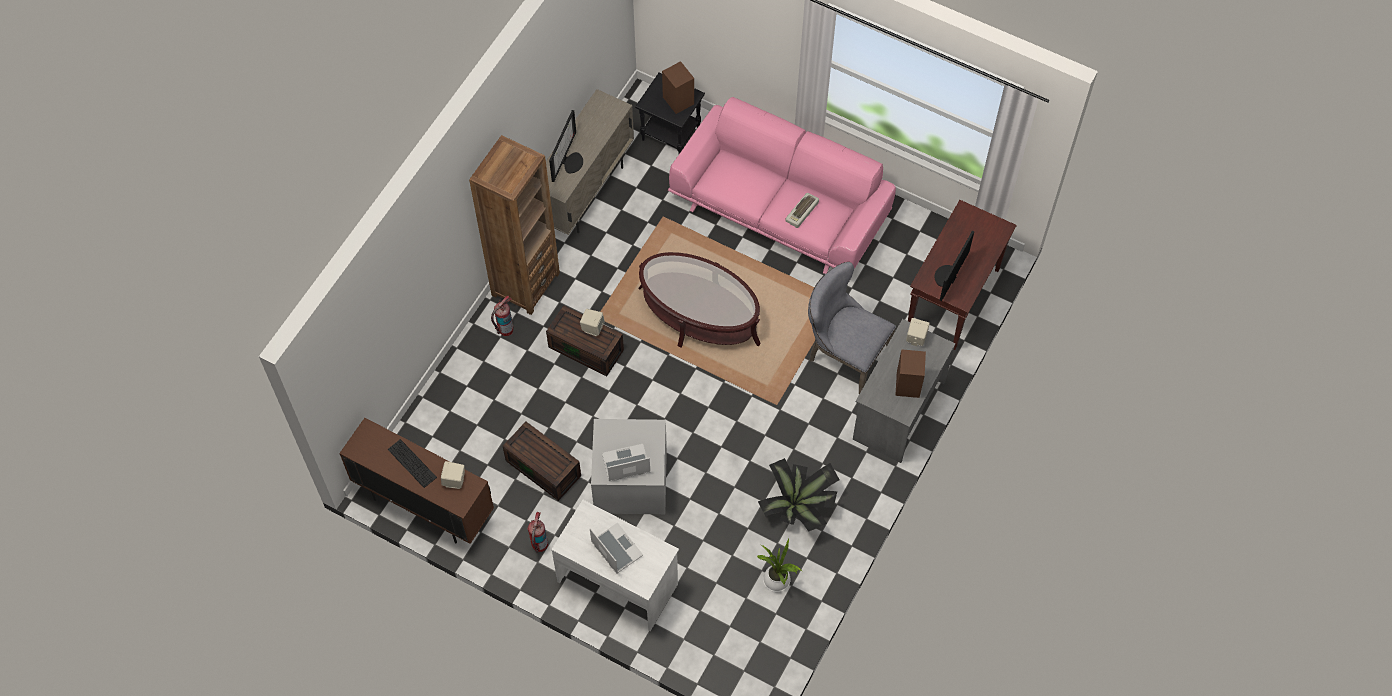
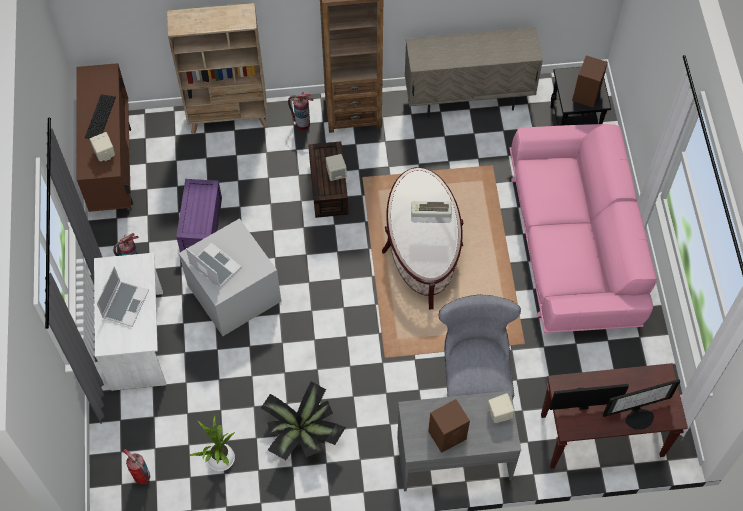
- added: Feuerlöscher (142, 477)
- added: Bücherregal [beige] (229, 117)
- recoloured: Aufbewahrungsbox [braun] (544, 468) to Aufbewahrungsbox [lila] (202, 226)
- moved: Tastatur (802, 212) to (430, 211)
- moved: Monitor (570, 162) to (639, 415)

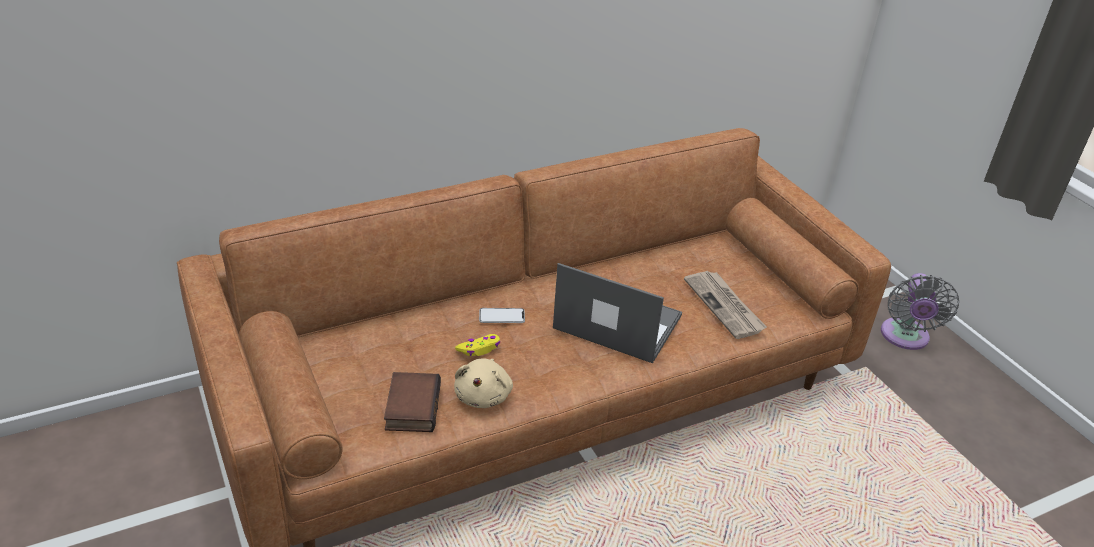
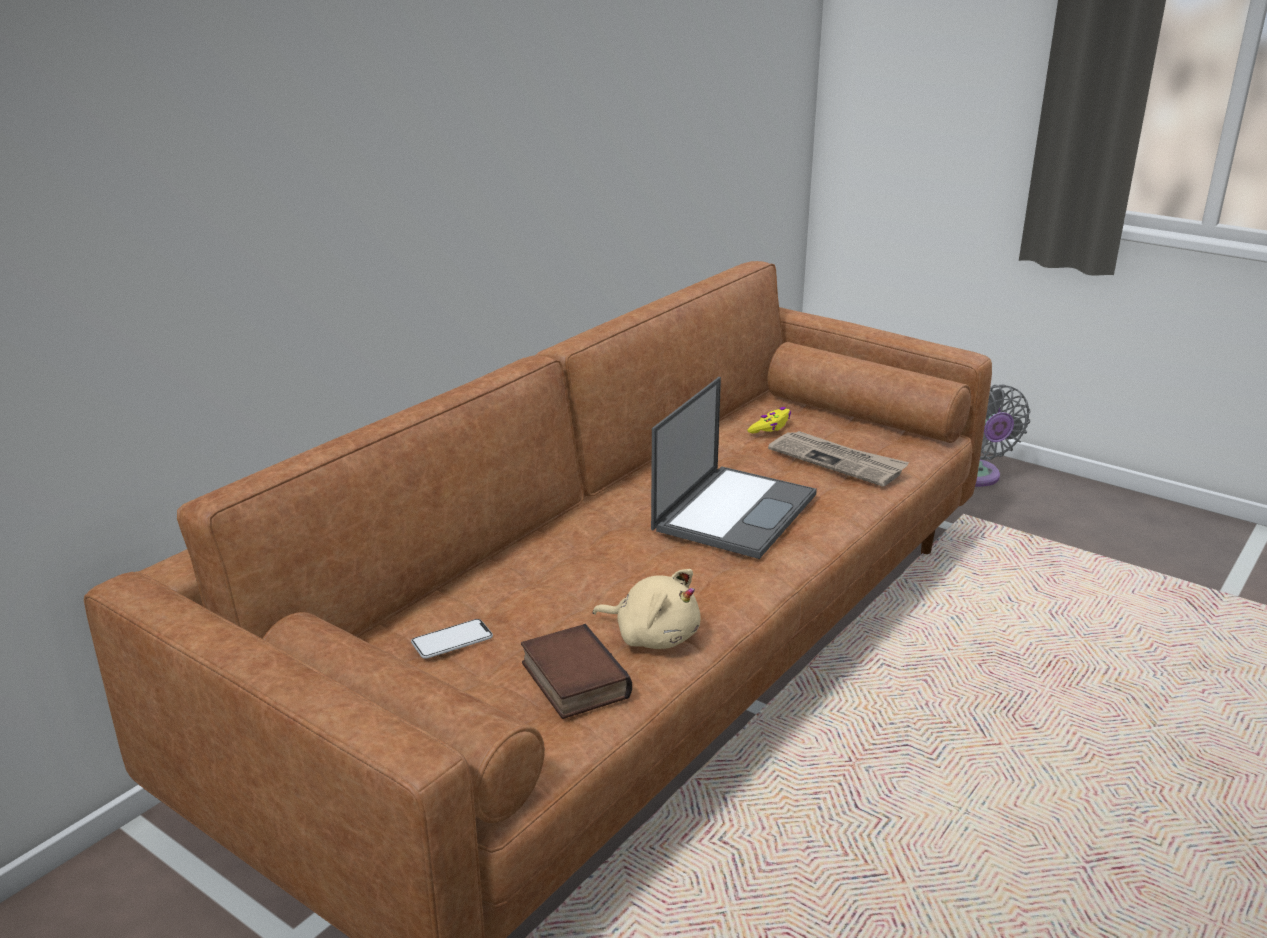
- moved: Handy (501, 316) to (452, 640)
- turned: Plüschtier [beige] (484, 395) = (653, 636) 45 degrees counterclockwise
- turned: Laptop (615, 322) = (735, 511) 120 degrees clockwise
- moved: Gamepad [gelb] (479, 349) to (770, 427)

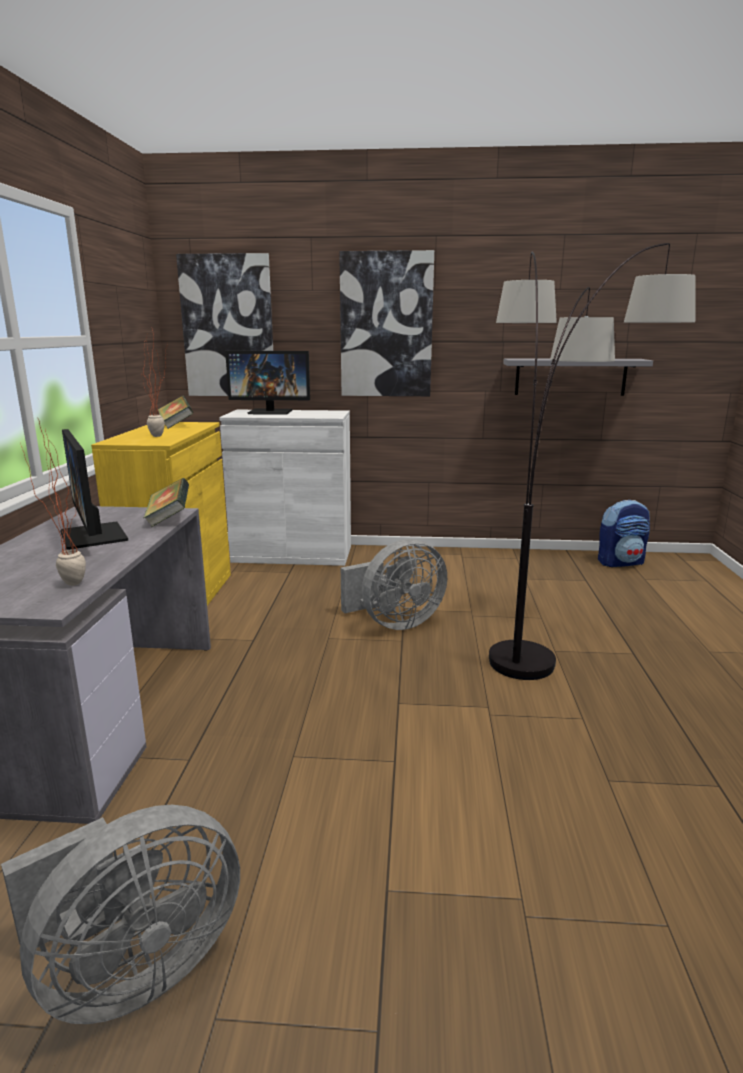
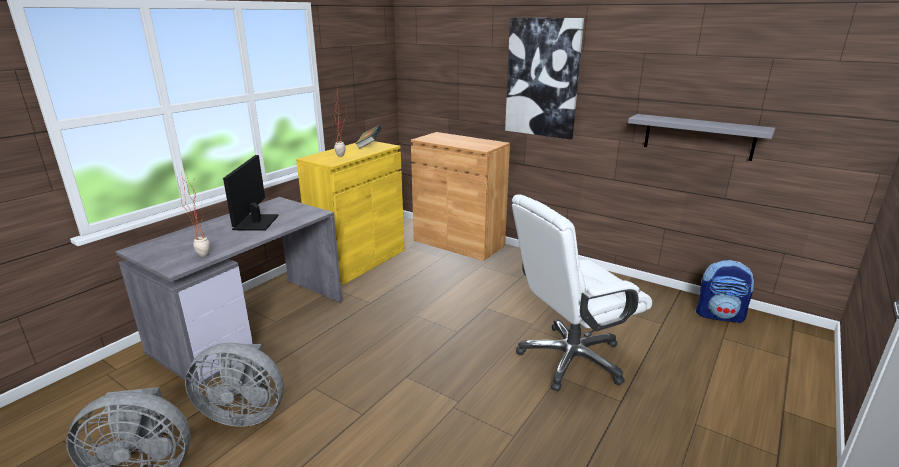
- moved: Ventilator [grau] (395, 623) to (244, 413)
- recoloured: Schrank [weiß] (292, 554) to Schrank [braun] (458, 243)
- replaced: Stehlampe (546, 632) to Bürostuhl [weiß] (570, 359)
- removed: Buch (169, 519)
- removed: Bild (228, 327)
- removed: Monitor (271, 412)

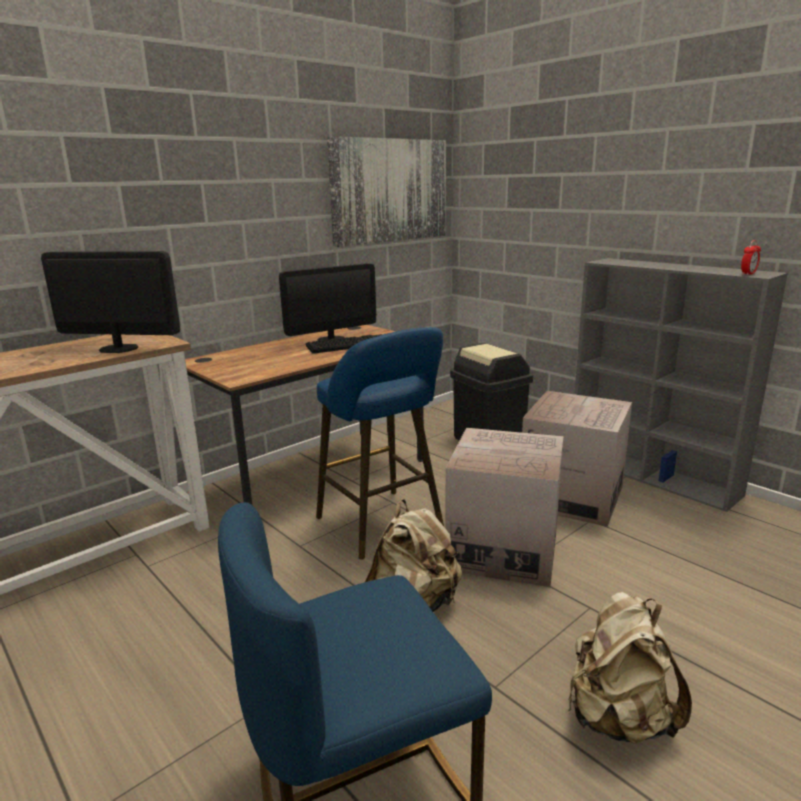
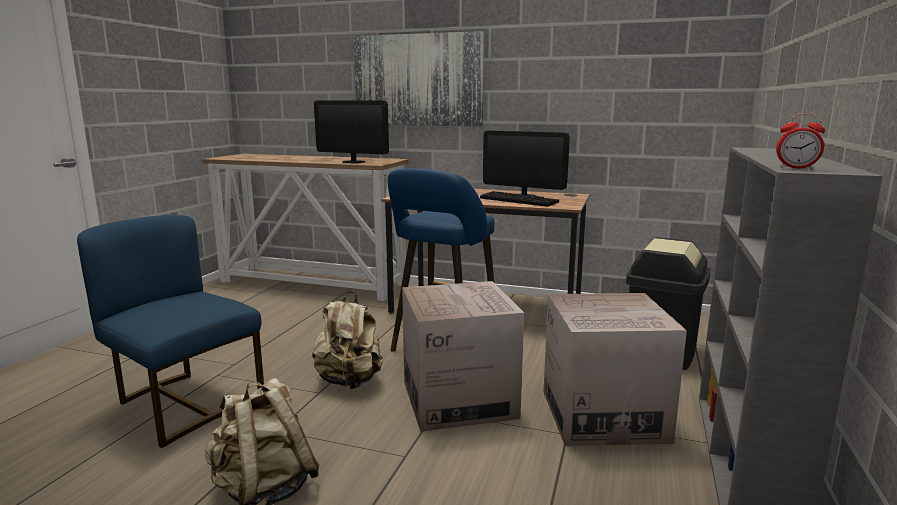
- turned: Monitor (118, 348) = (353, 162) 135 degrees clockwise
- moved: Bild (390, 191) to (418, 80)

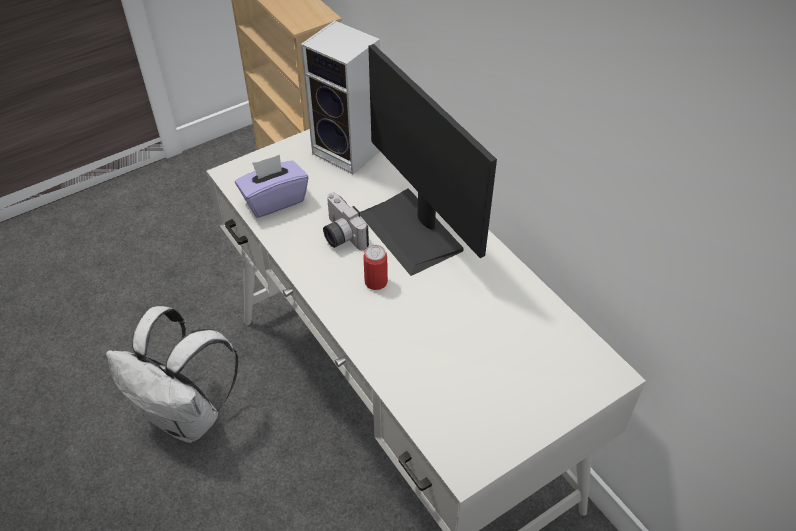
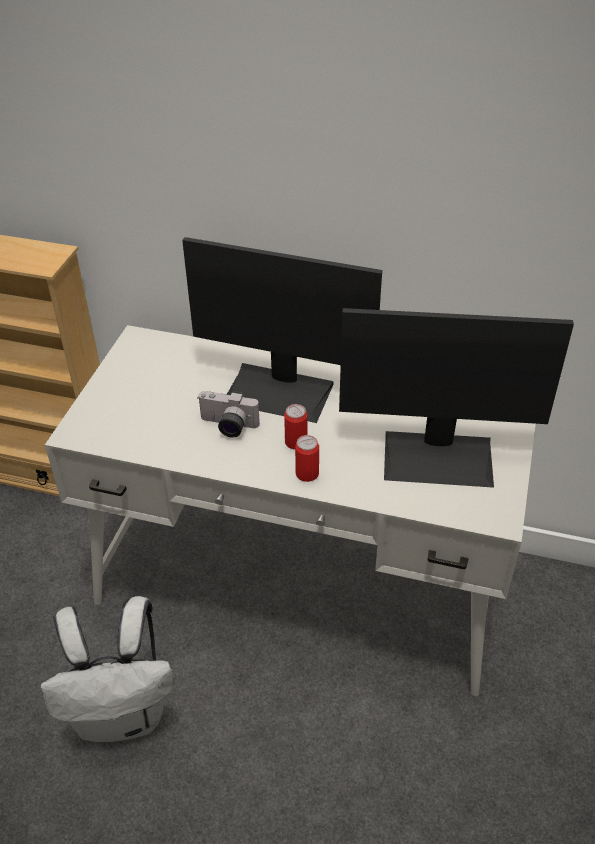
- added: Dose (307, 474)
- added: Monitor (438, 457)
- removed: Taschentuchbox [lila] (274, 200)
- removed: Lautsprecher (350, 151)

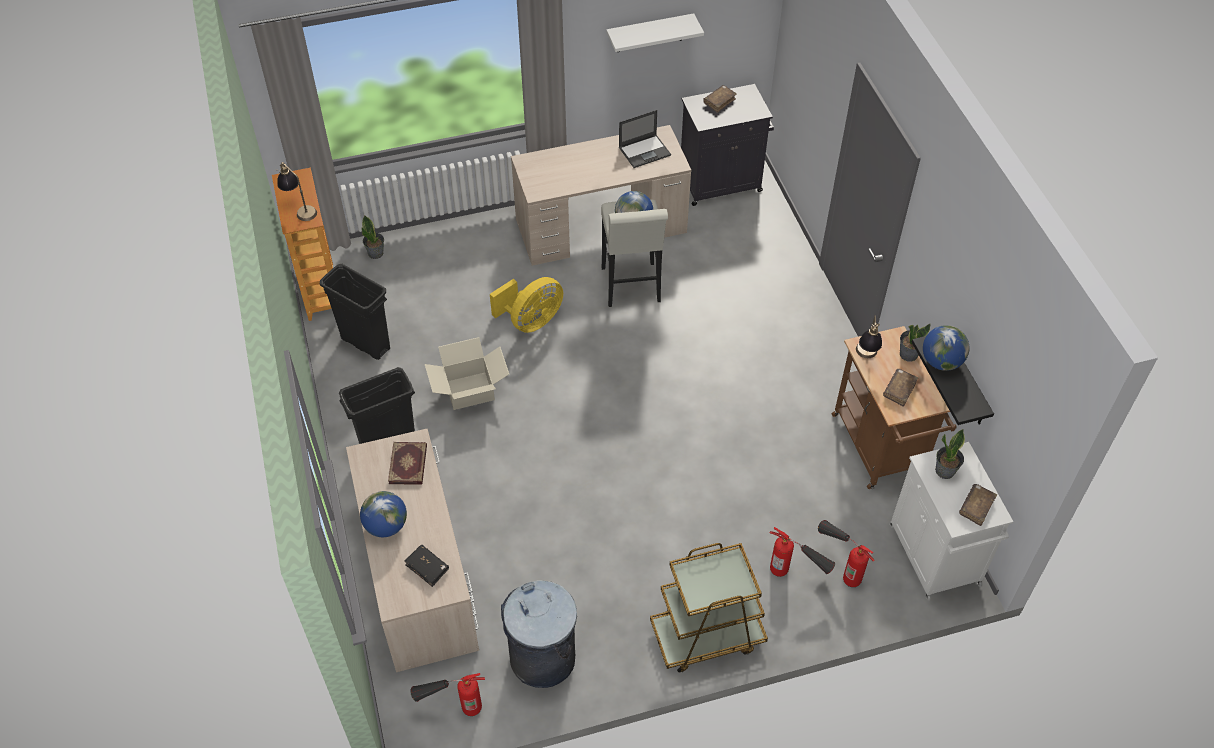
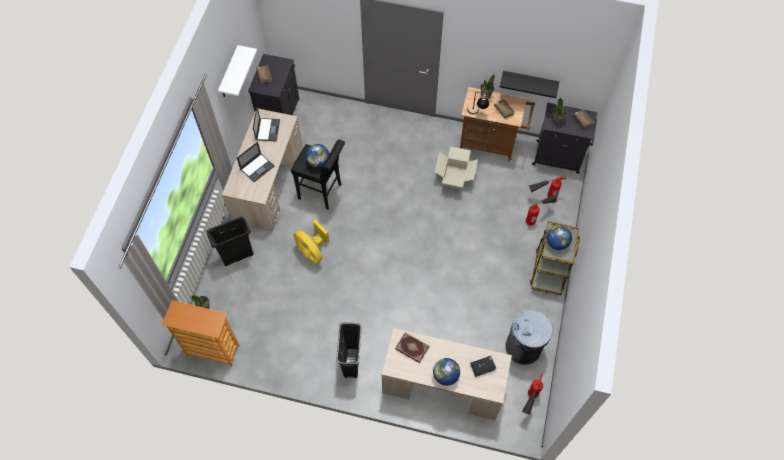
- moved: Mülleimer [schwarz] (366, 343) to (237, 255)
- added: Laptop (257, 167)
- recoloured: Hocker [weiß] (631, 288) to Hocker [schwarz] (323, 192)
- turned: Ventilator [gelb] (531, 321) = (312, 251) 150 degrees clockwise
- moved: Karton (469, 390) to (454, 177)
- recoloured: Schrank [weiß] (935, 557) to Schrank [schwarz] (558, 157)
- moved: Globus (941, 362) to (556, 243)
- removed: Tischlampe (300, 210)

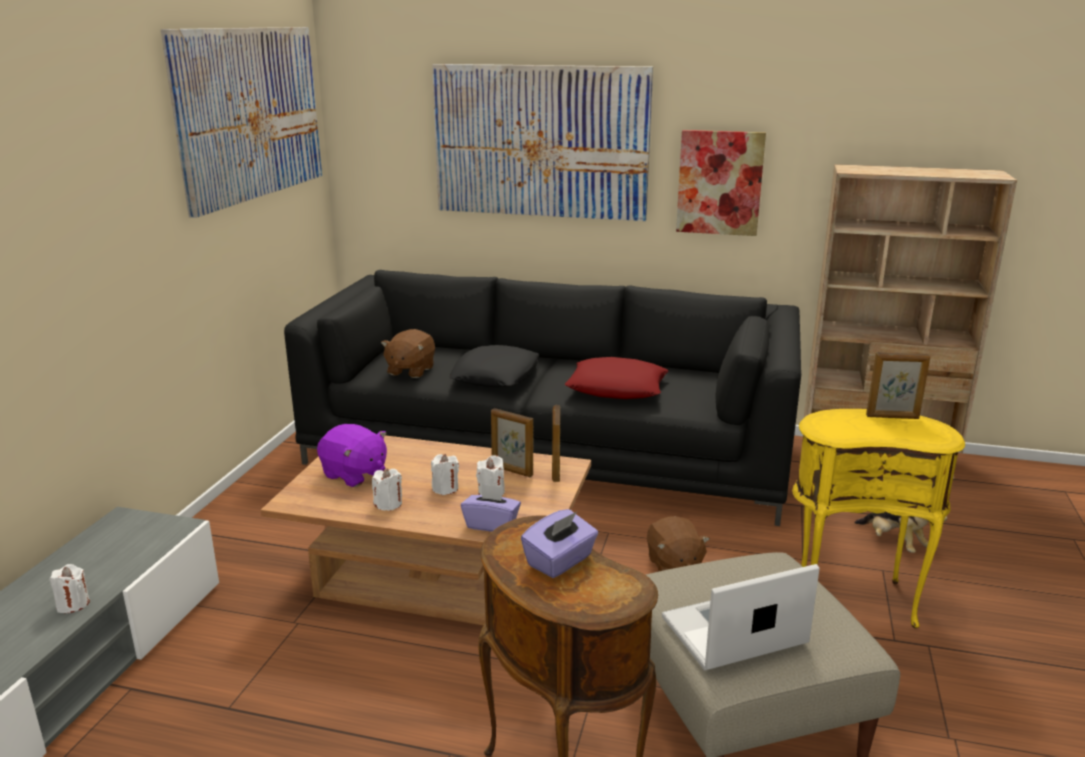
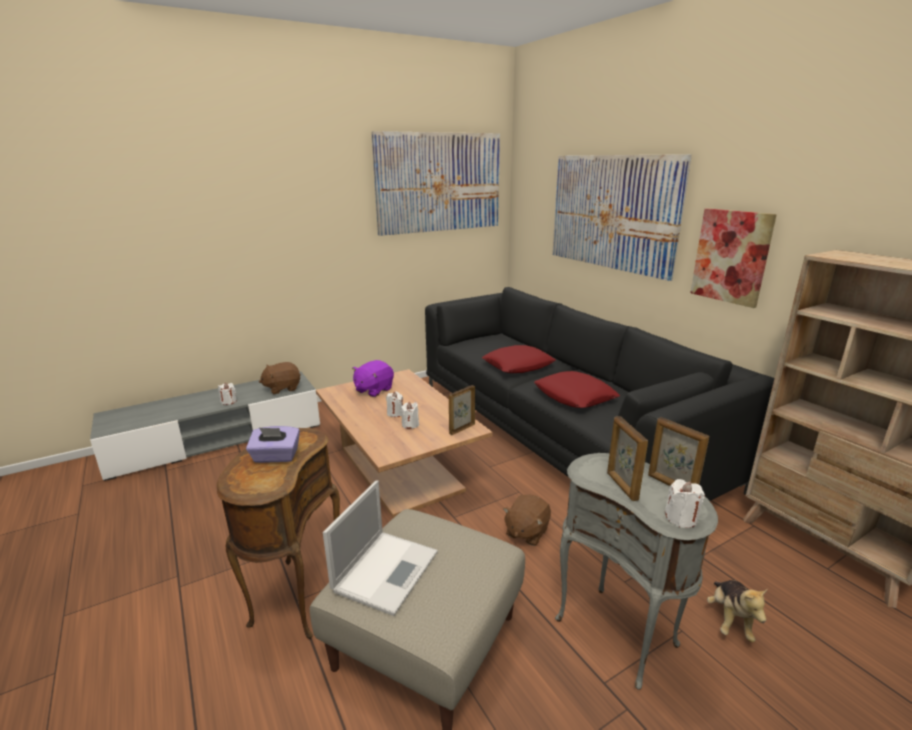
- moved: Plüschtier [braun] (410, 370) to (282, 388)
- turned: Laptop (731, 632) = (386, 569) 90 degrees clockwise
- turned: Plüschtier [lila] (354, 474) = (373, 390) 45 degrees clockwise
- recoloured: Kissen [schwarz] (496, 376) to Kissen [rot] (518, 365)
- recoloured: Beistelltisch [gelb] (852, 598) to Beistelltisch [grau] (619, 631)
- moved: Bilderrahmen (511, 471) to (621, 486)
- moved: Kerze [weiß] (388, 504) to (681, 518)
- removed: Taschentuchbox [lila] (491, 524)

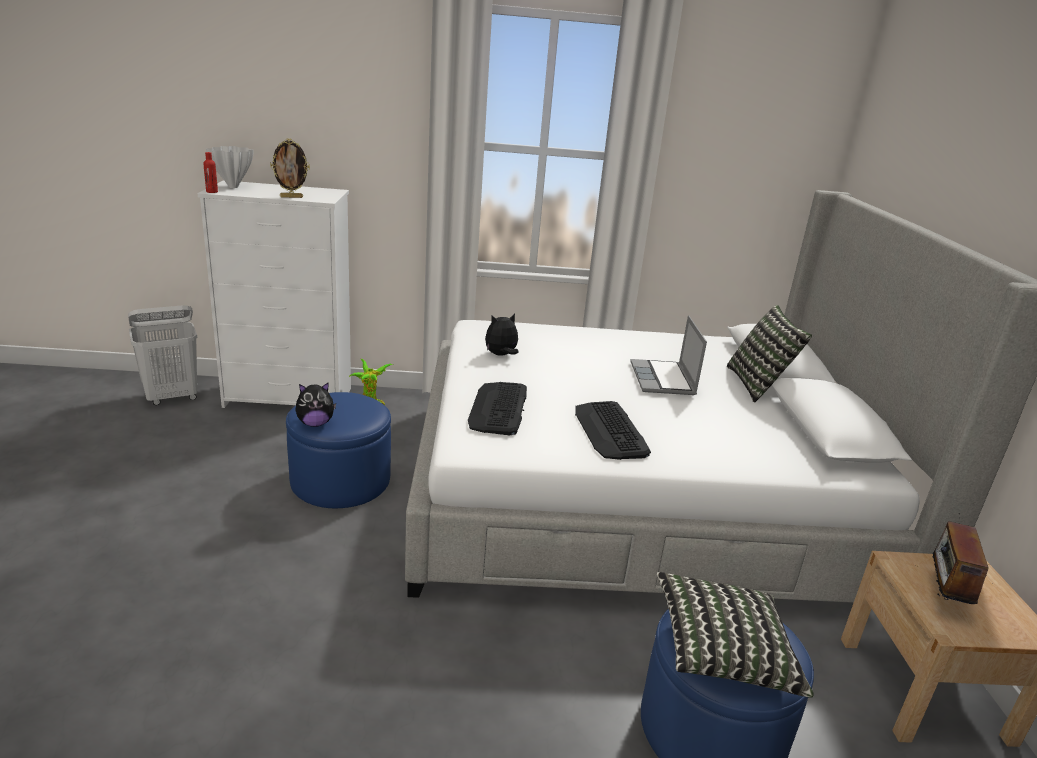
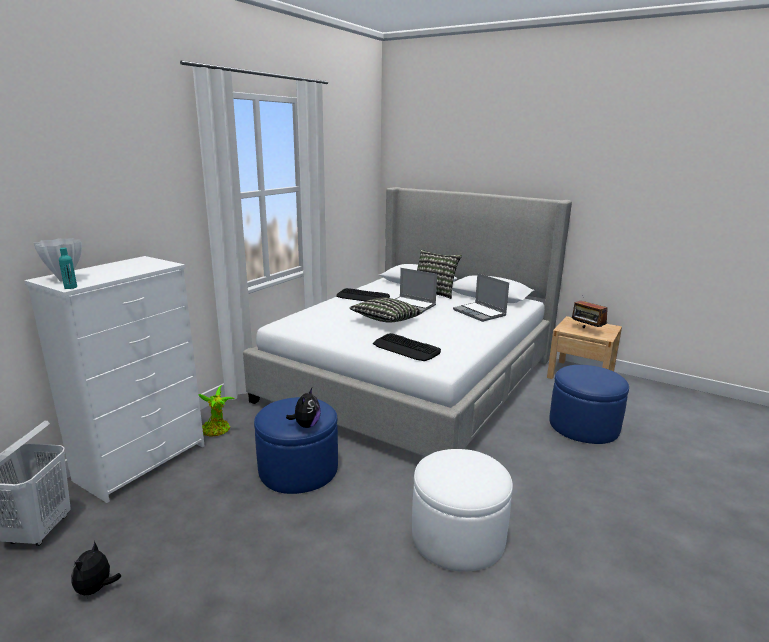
- recoloured: Flasche [rot] (212, 192) to Flasche [türkis] (70, 287)
- moved: Plüschtier (501, 355) to (96, 589)
- moved: Tastatur (610, 431) to (363, 297)
- moved: Kissen (722, 652) to (385, 321)
- added: Polsterhocker [weiß] (458, 536)
- added: Laptop (480, 313)
- removed: Bilderrahmen (291, 197)

